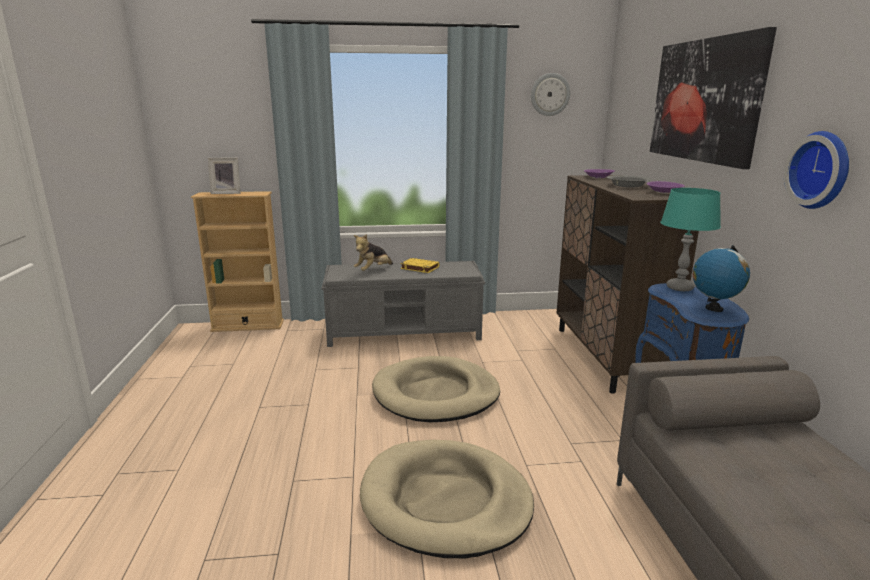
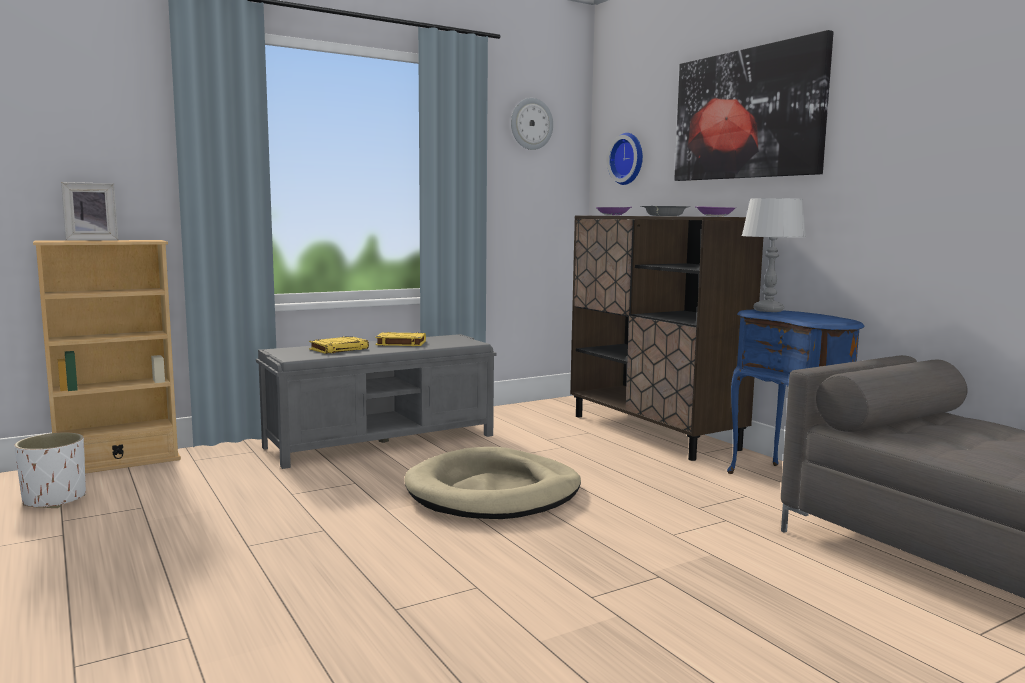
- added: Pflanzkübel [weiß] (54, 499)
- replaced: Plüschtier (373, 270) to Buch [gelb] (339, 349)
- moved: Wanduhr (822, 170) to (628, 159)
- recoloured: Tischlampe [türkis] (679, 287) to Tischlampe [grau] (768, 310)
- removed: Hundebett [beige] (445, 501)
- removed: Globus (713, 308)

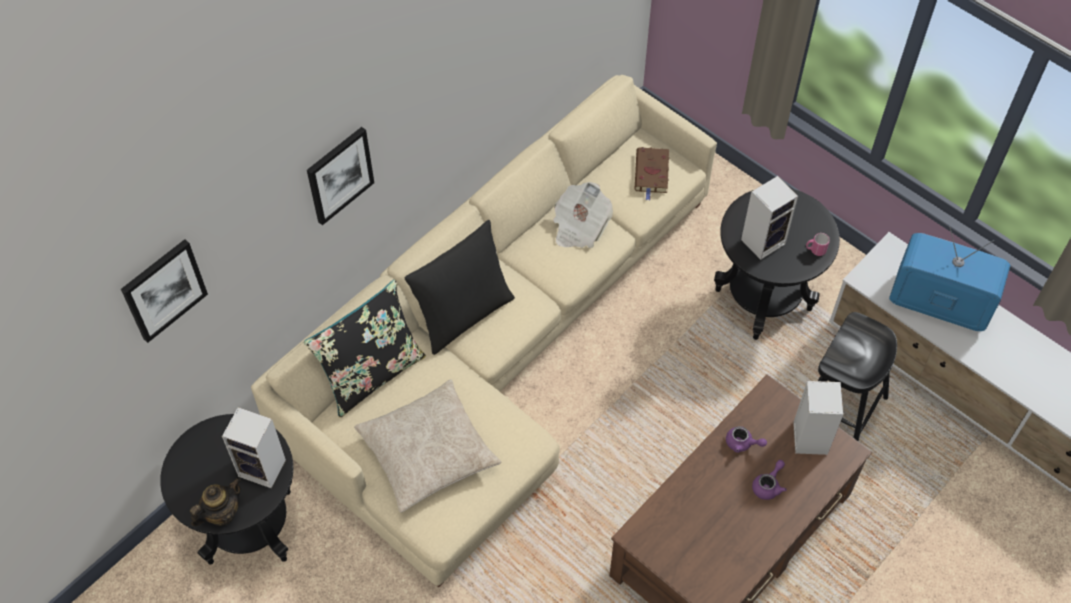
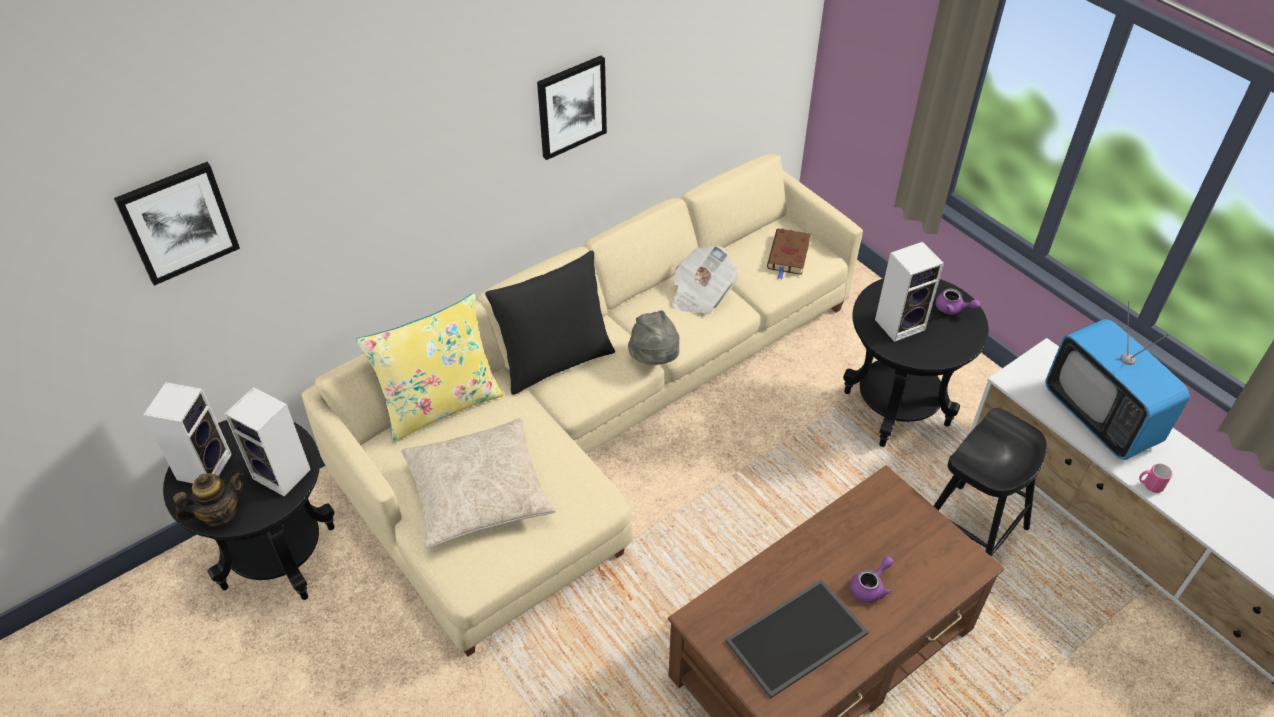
- moved: Lautsprecher (809, 436) to (204, 465)
- recoloured: Kissen [schwarz] (371, 374) to Kissen [gelb] (440, 405)
- moved: Bild (339, 175) to (571, 107)
- added: Hut [grau] (655, 358)
- added: Tablett (797, 639)
- moved: Teekanne [lila] (742, 443) to (952, 309)
- turned: Fernseher (939, 303) = (1100, 417) 150 degrees counterclockwise
- moved: Henkelbecher [rosa] (815, 250) to (1149, 485)

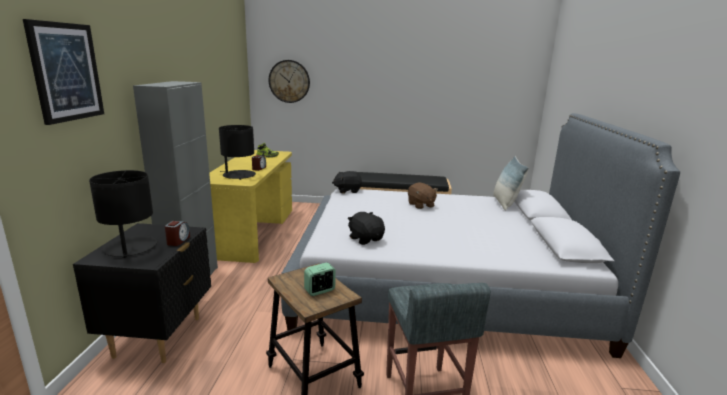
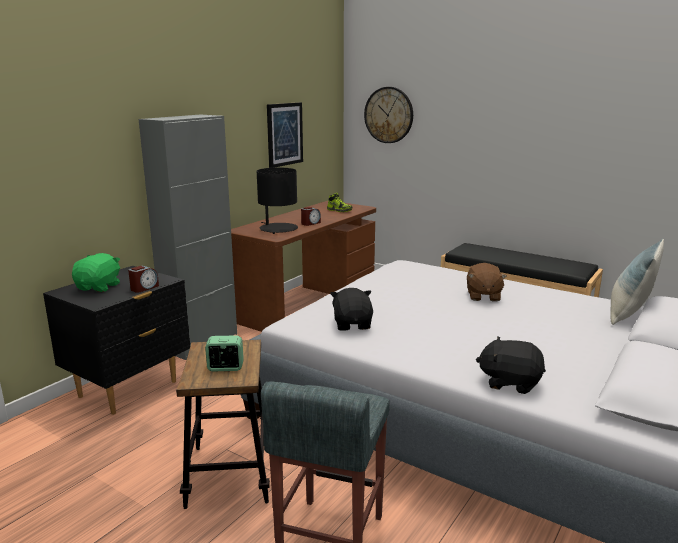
- replaced: Tischlampe [schwarz] (130, 247) to Plüschtier [grün] (99, 287)
- recoloured: Schreibtisch [gelb] (253, 231) to Schreibtisch [braun] (307, 302)
- moved: Bild (66, 72) to (284, 134)
- moved: Plüschtier [schwarz] (347, 190) to (510, 382)

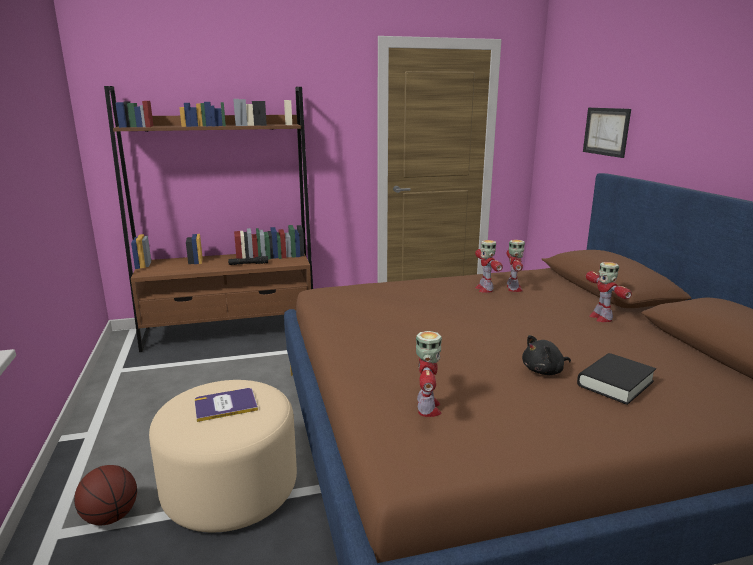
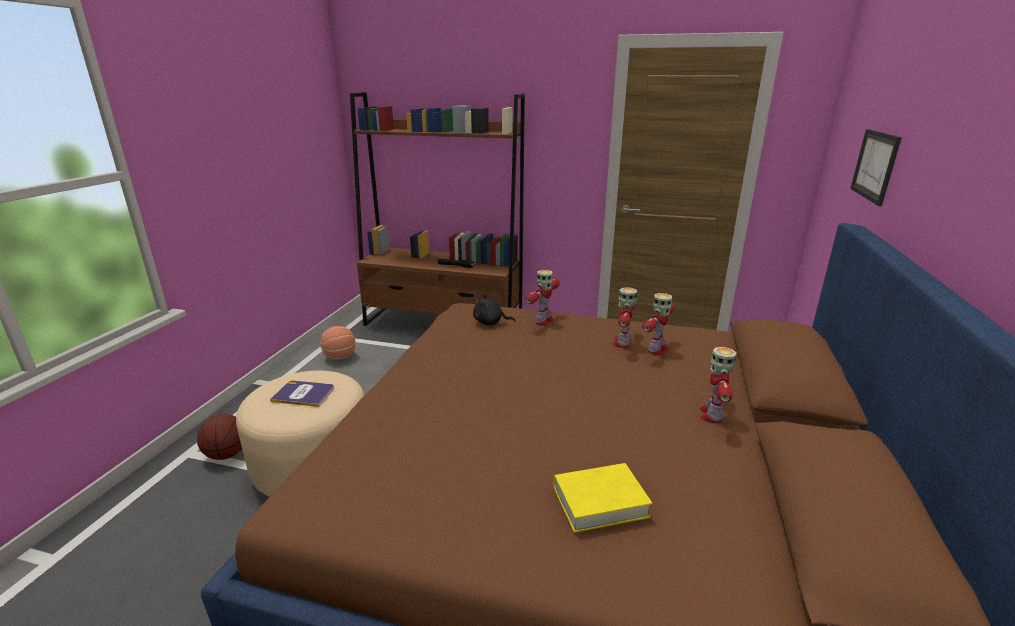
- added: Basketball (339, 357)
- moved: Plüschtier [schwarz] (544, 371) to (490, 323)
- moved: Spielzeugroboter (427, 408) to (543, 321)
- recoloured: Buch [schwarz] (615, 383) to Buch [gelb] (599, 502)

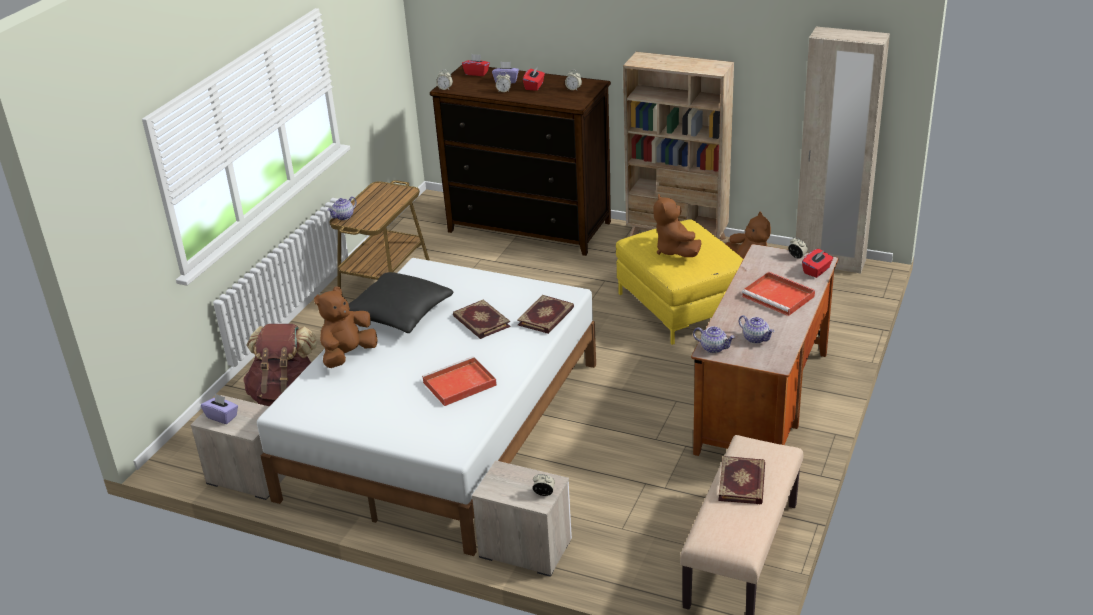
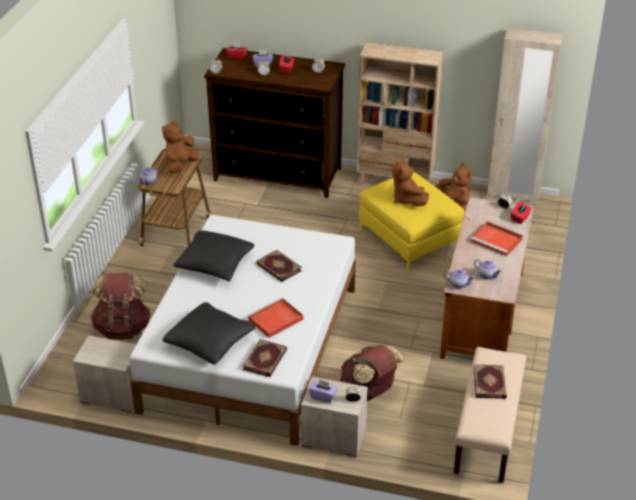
- moved: Plüschtier [braun] (348, 355) to (181, 165)
- added: Kissen [schwarz] (209, 342)
- moved: Buch (546, 317) to (265, 360)
- moved: Taschentuchbox [lila] (222, 417) to (323, 396)
- added: Rucksack [braun] (368, 392)

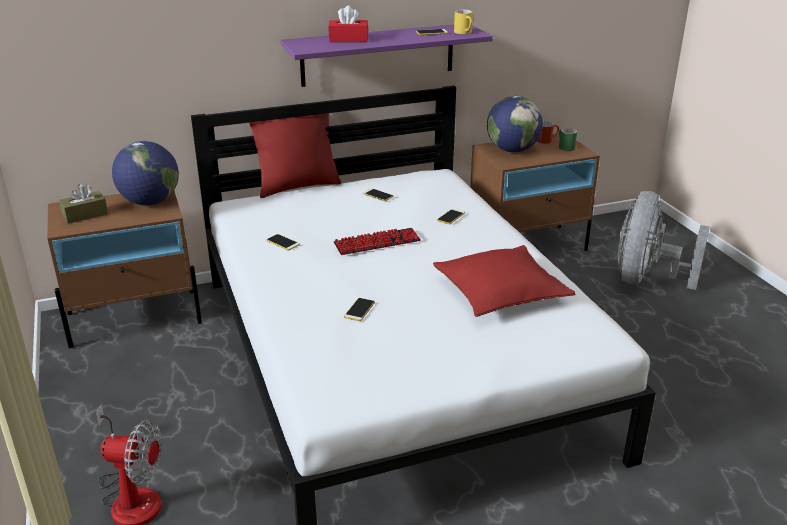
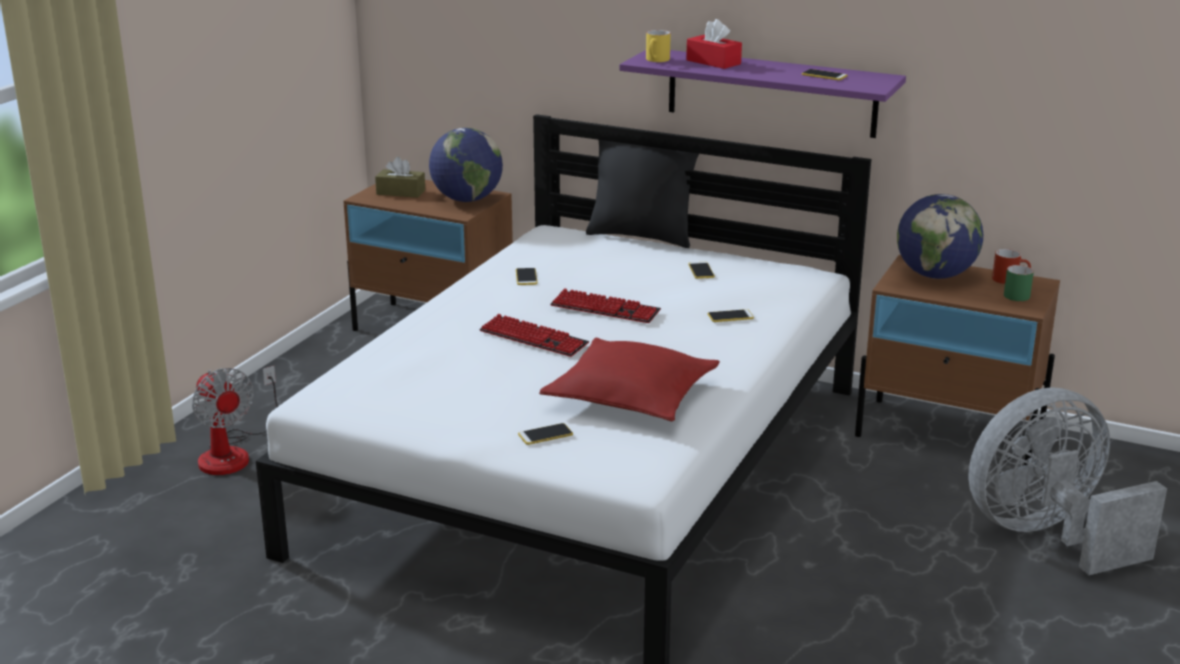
- added: Tastatur (533, 338)
- moved: Handy (359, 310) to (545, 435)
- recoloured: Kissen [rot] (298, 186) to Kissen [schwarz] (641, 236)
- moved: Henkelbecher [gelb] (465, 32) to (657, 60)

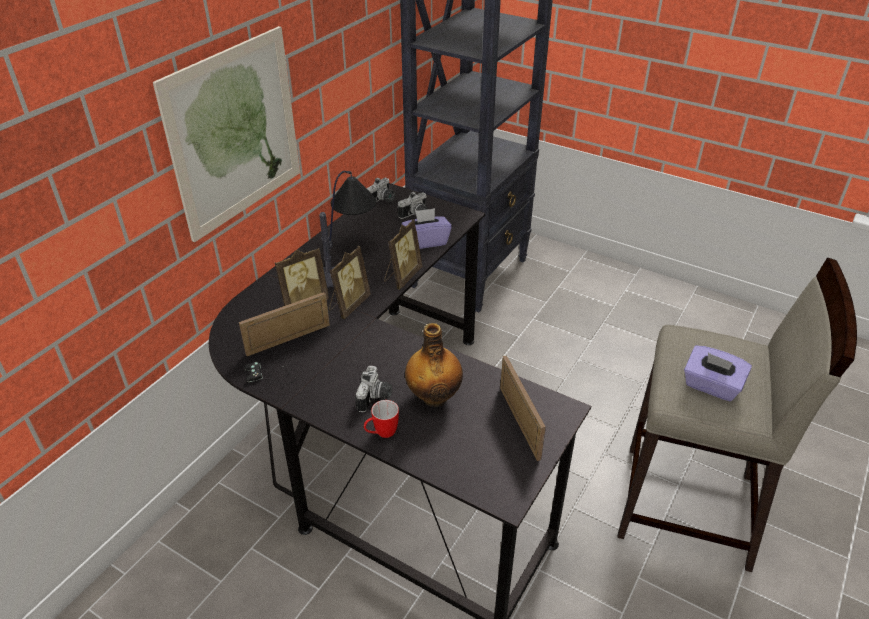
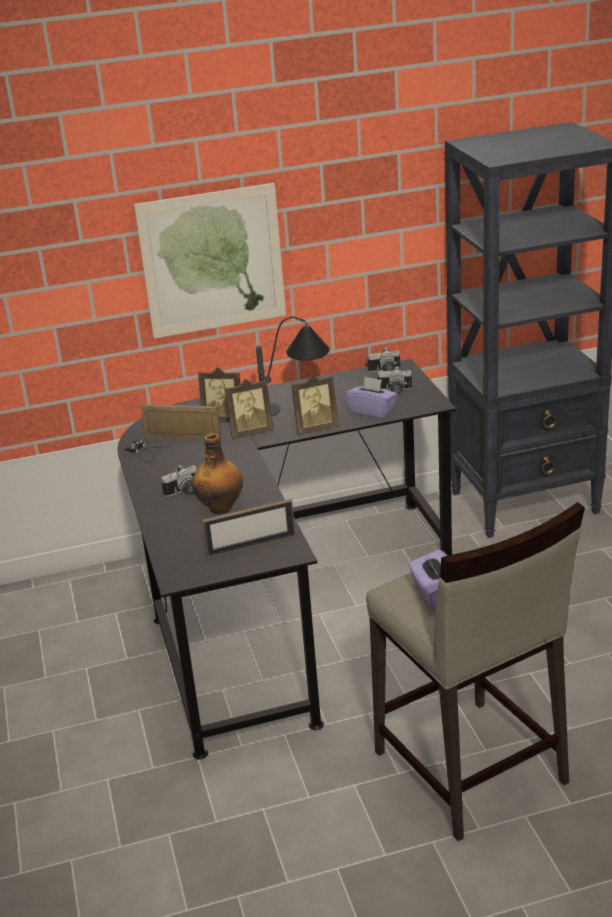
- turned: Bilderrahmen (519, 422) = (251, 546) 45 degrees clockwise
- removed: Henkelbecher (381, 434)

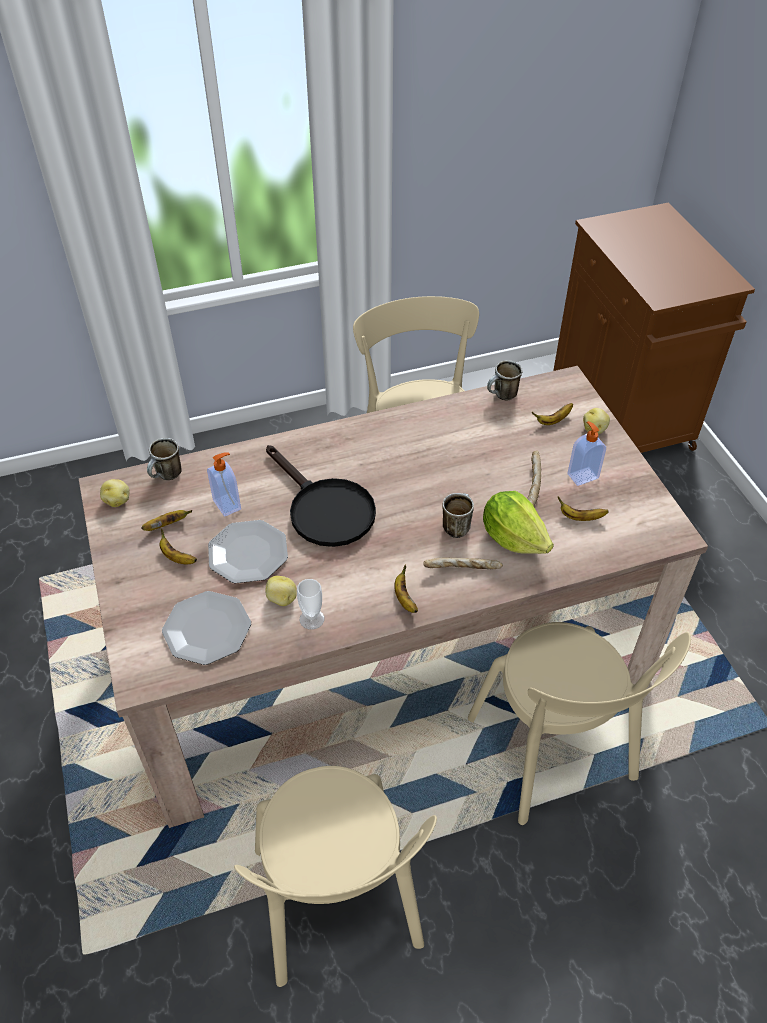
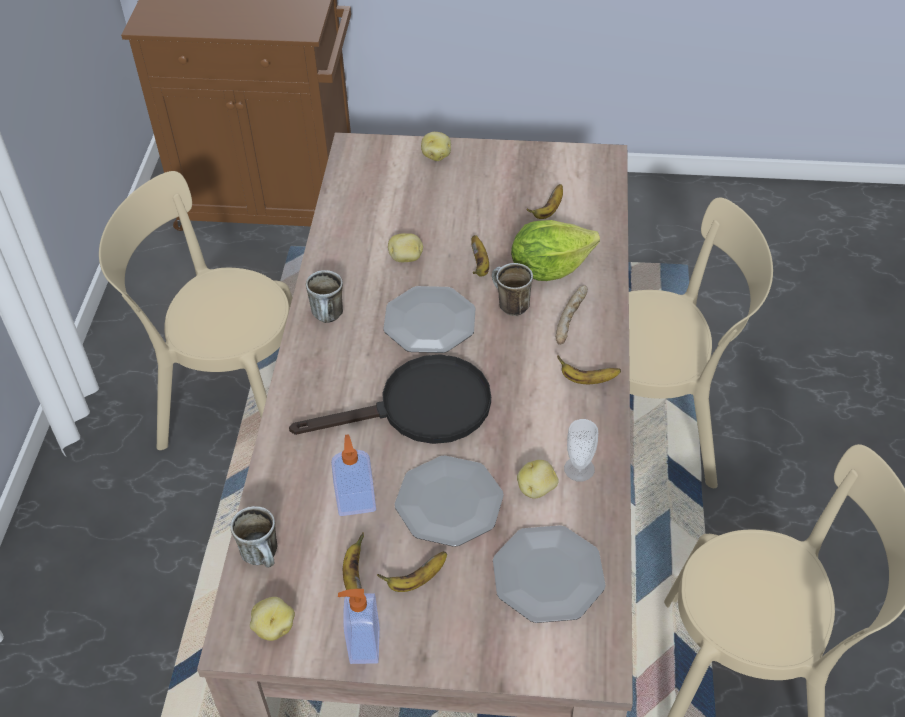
- moved: Henkelbecher (502, 396) to (329, 318)
- moved: Seifenspender (582, 475) to (363, 645)
- added: Teller (430, 321)
- added: Kartoffel (406, 258)
- moved: Banane (553, 420) to (480, 265)
- removed: Brot (531, 485)

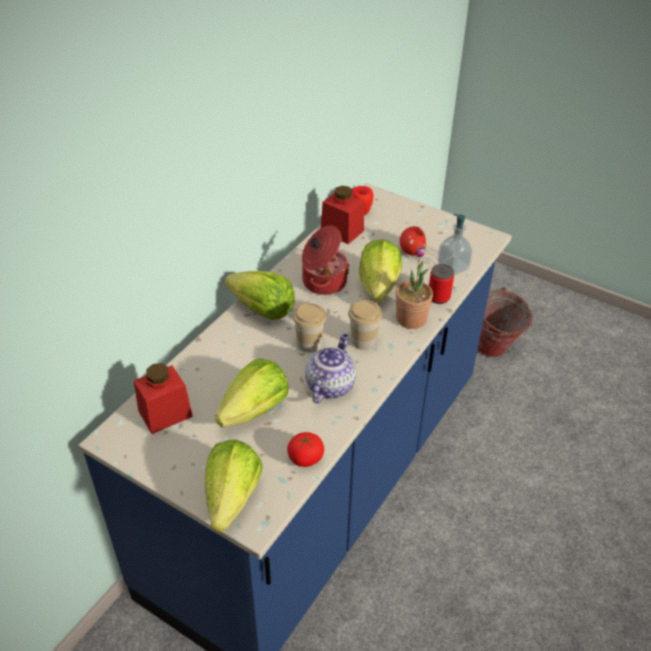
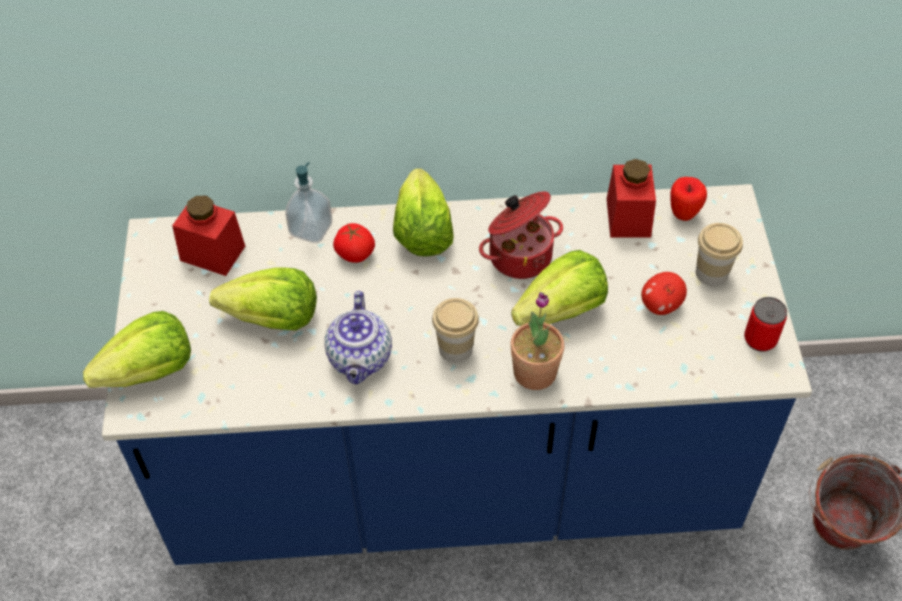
- moved: Seifenspender (453, 267) to (311, 229)
- turned: Teekanne (330, 385) = (360, 359) 105 degrees clockwise
- moved: Tomate (305, 458) to (355, 254)
- moved: Tasse (309, 343) to (711, 273)
- moved: Dose (438, 297) to (760, 339)

